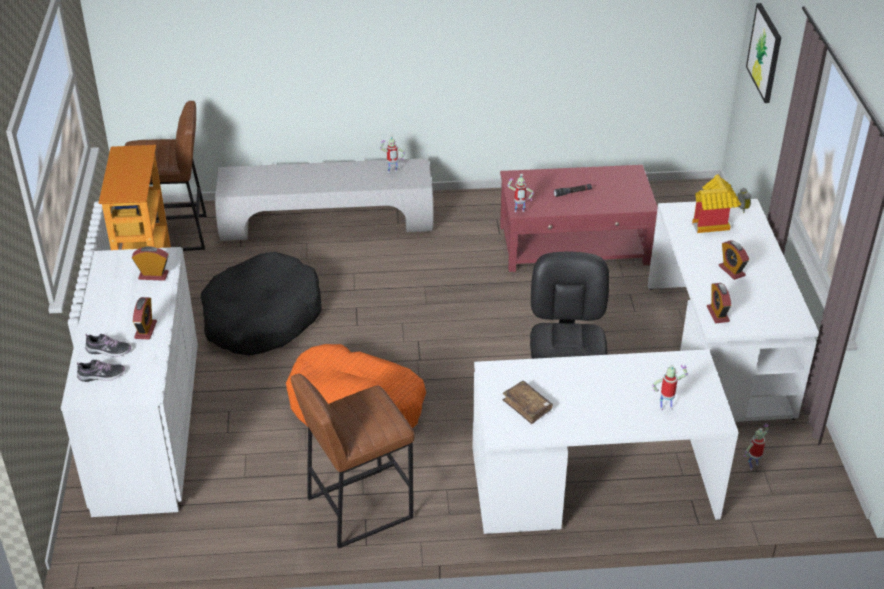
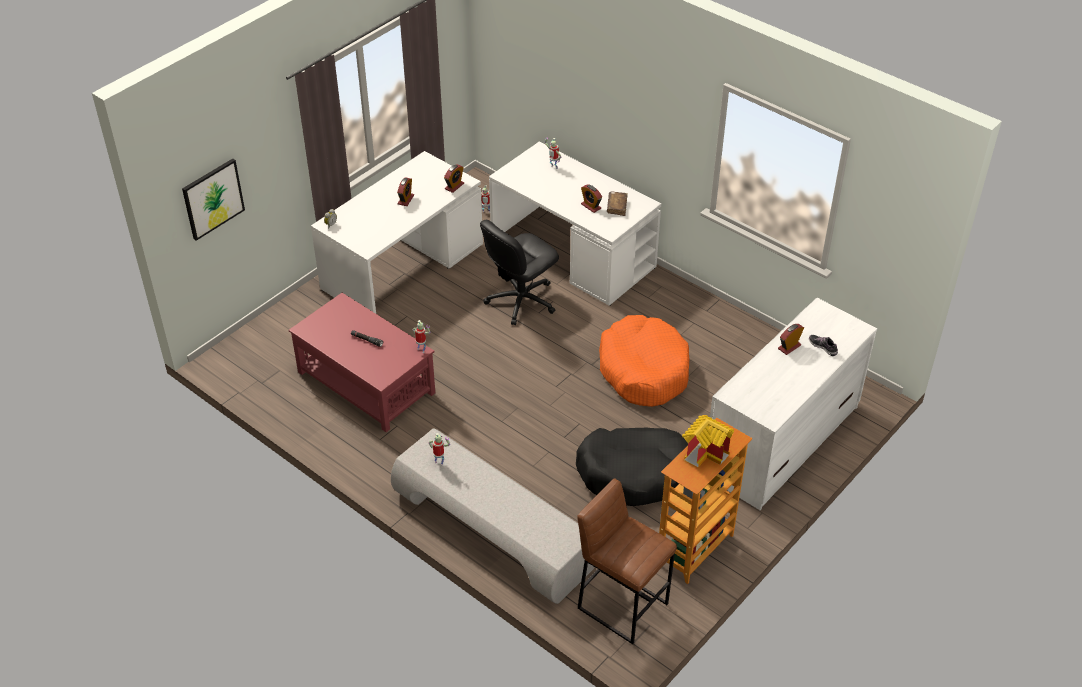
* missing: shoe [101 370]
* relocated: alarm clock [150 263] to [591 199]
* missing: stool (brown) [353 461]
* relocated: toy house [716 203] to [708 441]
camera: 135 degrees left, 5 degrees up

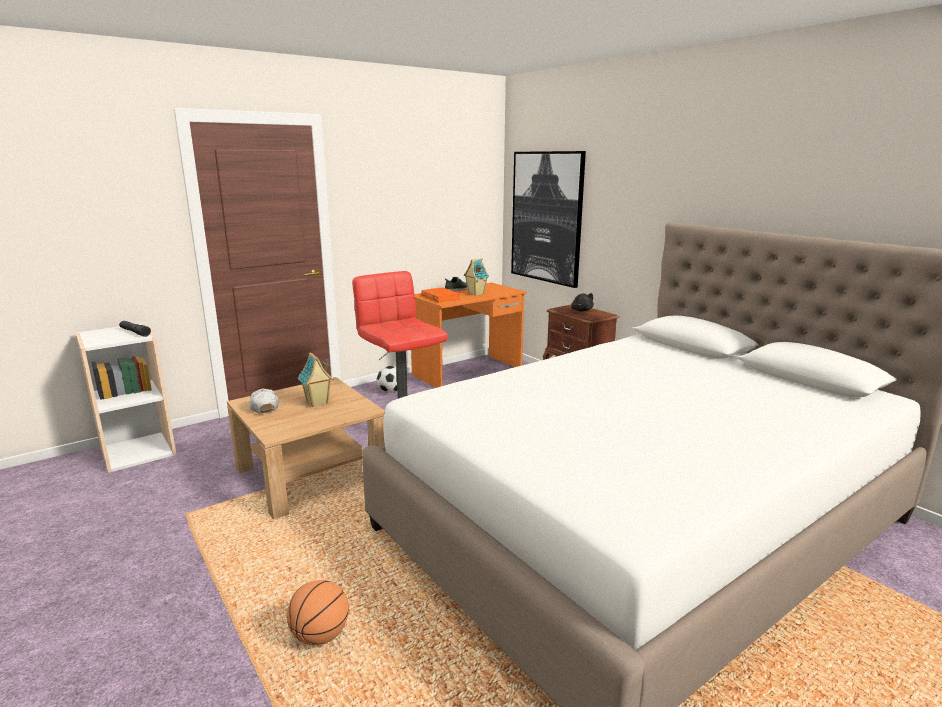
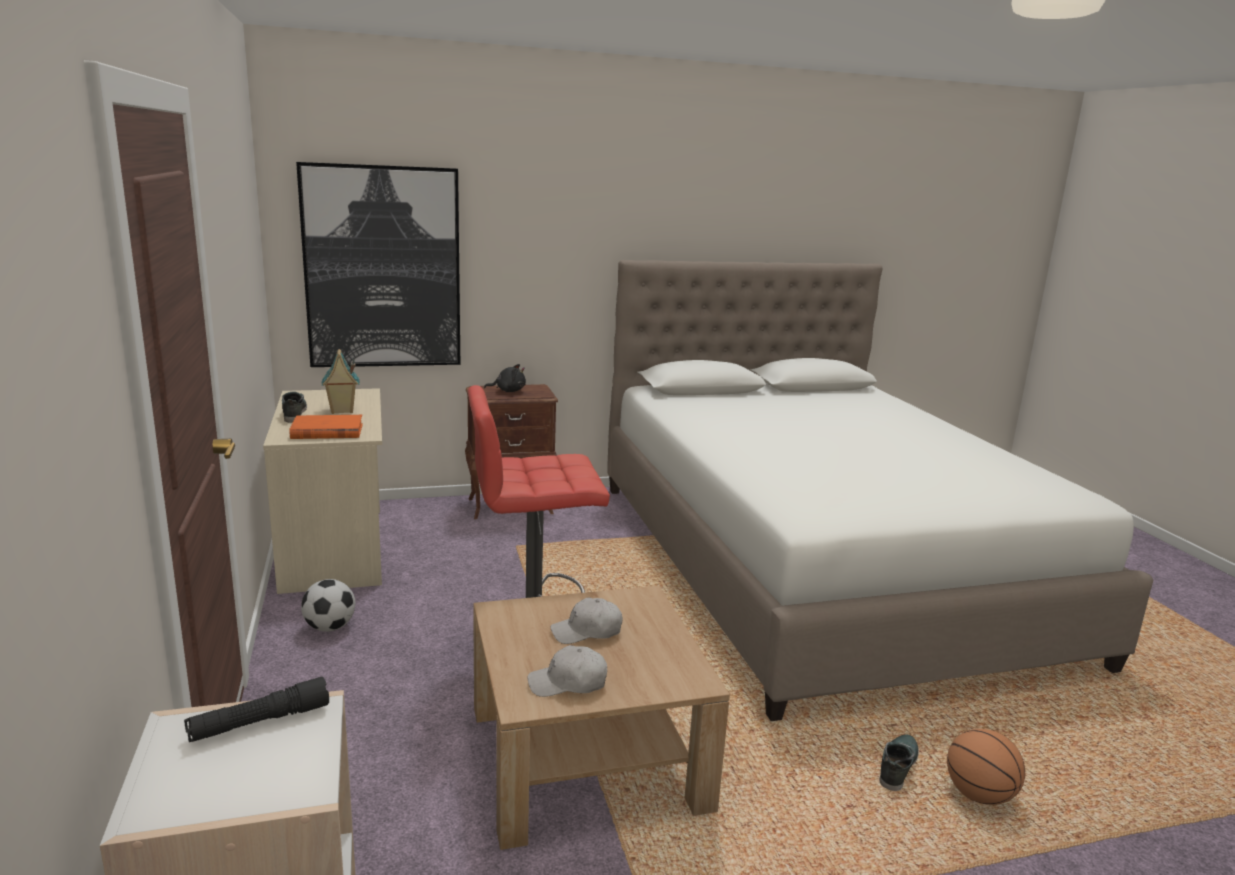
* exchanged: toy house [316 379] to cap (white) [586 620]
* colour: desk (orange) [469 335] to desk (beige) [322 491]
* appeared: shoe [899 762]
camera: 70 degrees left, 0 degrees up

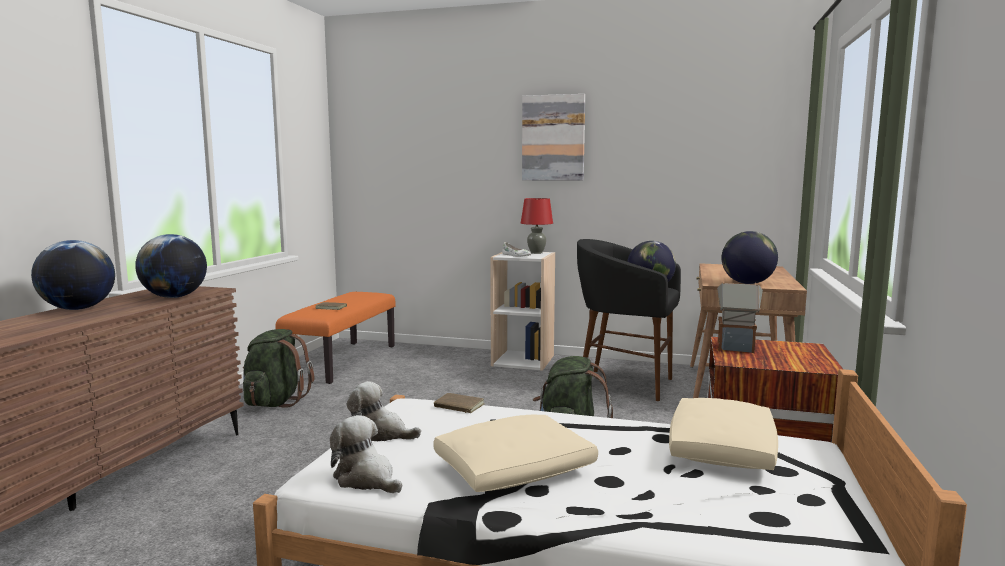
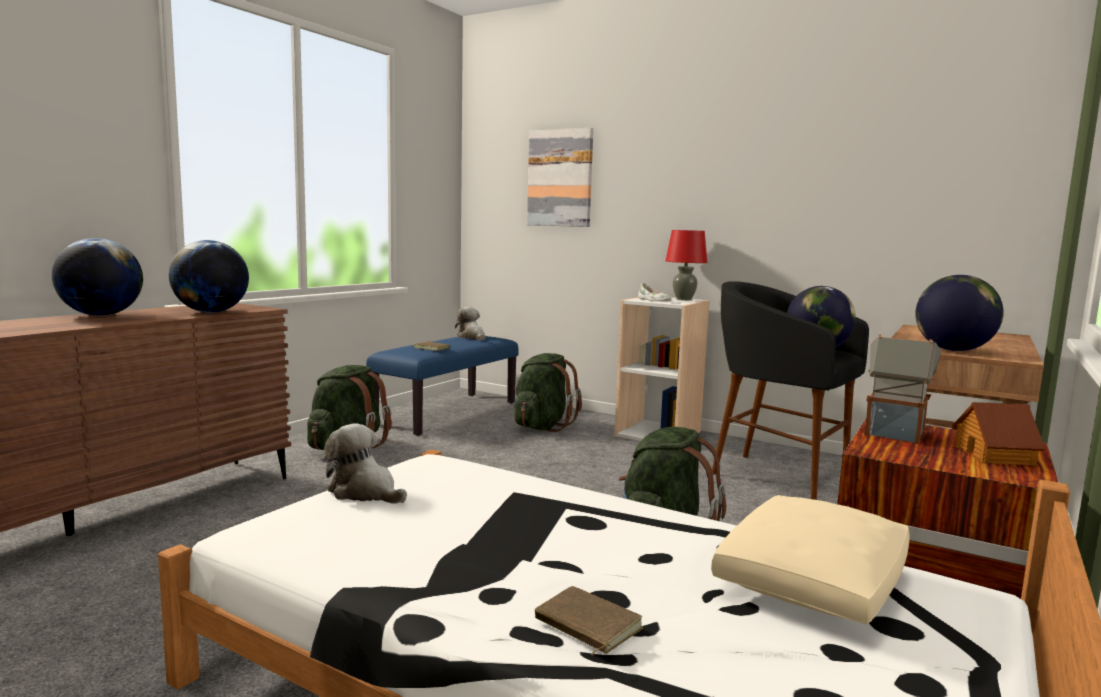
* colour: bench (orange) [335 338] to bench (blue) [442 386]
* relocated: plush toy [366 454] to [470 323]
* missing: pillow (beige) [515 453]
* relocated: book (brown) [459 403] to [589 620]
* relocated: picture [553 137] to [560 177]
* appeared: backpack (green) [548 392]
* appeared: toy house [998 434]
camera: 15 degrees right, 0 degrees up

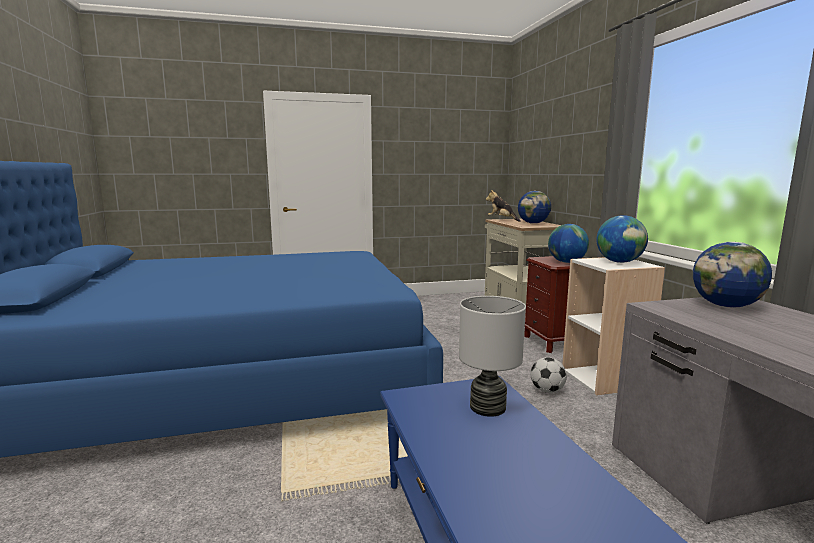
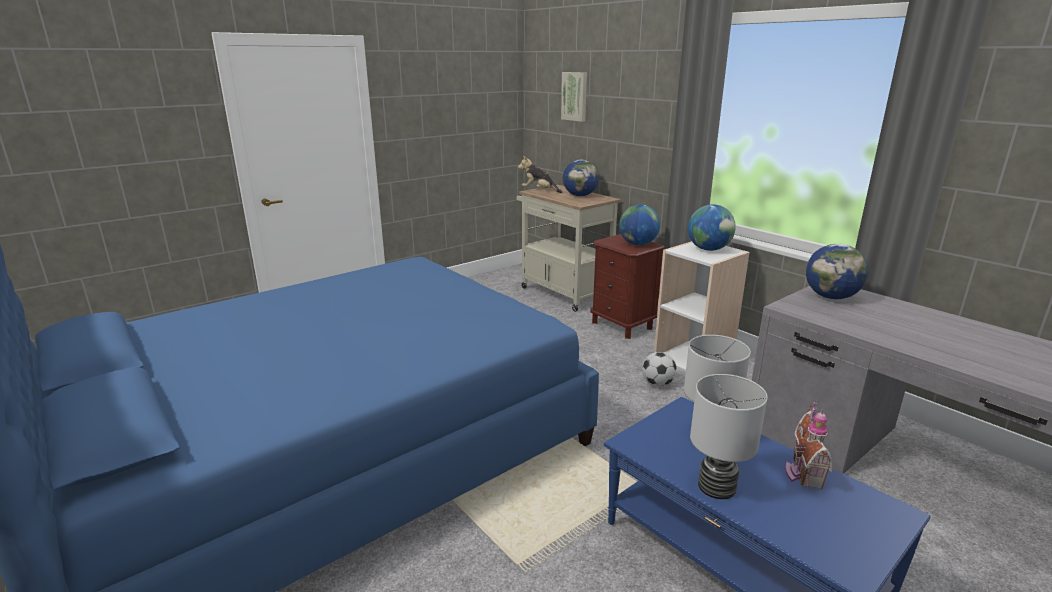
* appeared: picture [574 97]
* appeared: table lamp (grey) [729 436]
* appeared: toy house [809 445]
camera: 25 degrees left, 10 degrees up

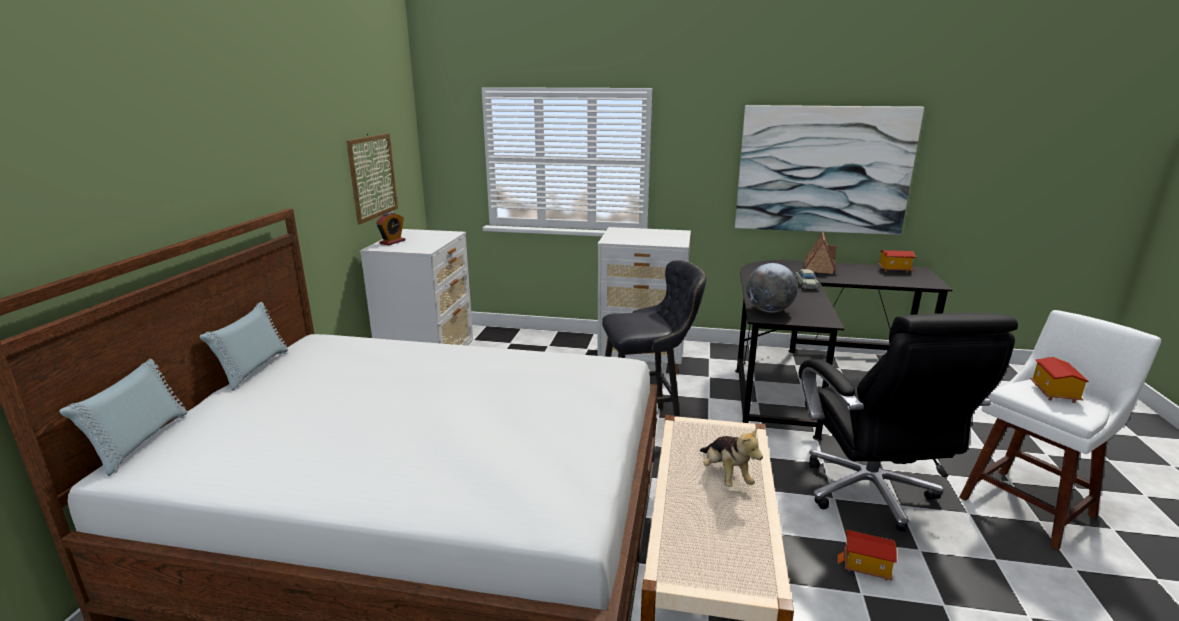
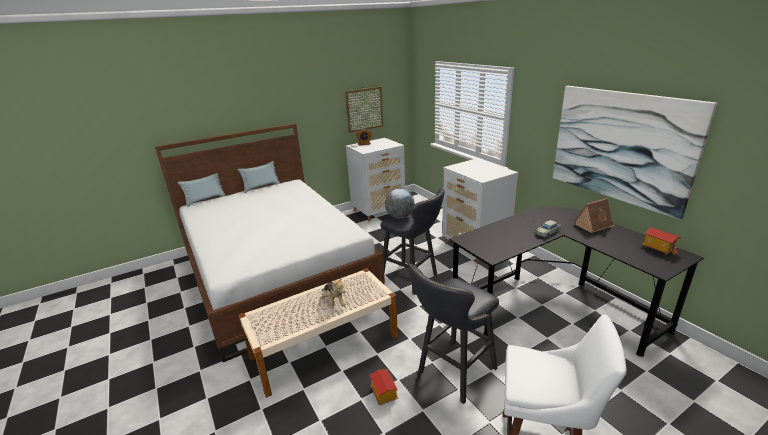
* spun: plush toy [731 457] = [333 293] 60 degrees counterclockwise
* relocated: globe [772 288] to [400 204]
* exchanged: office chair (black) [908 423] to stool (black) [453 334]
* missing: toy house [1059 380]
camera: 50 degrees right, 5 degrees up

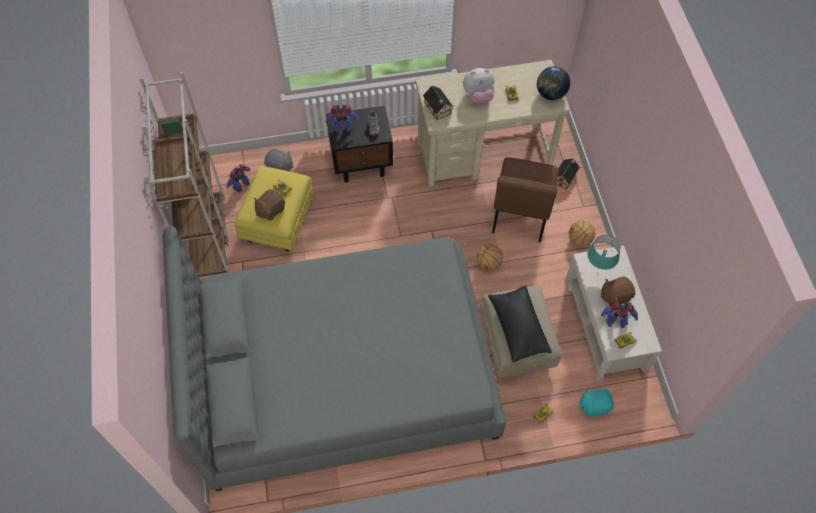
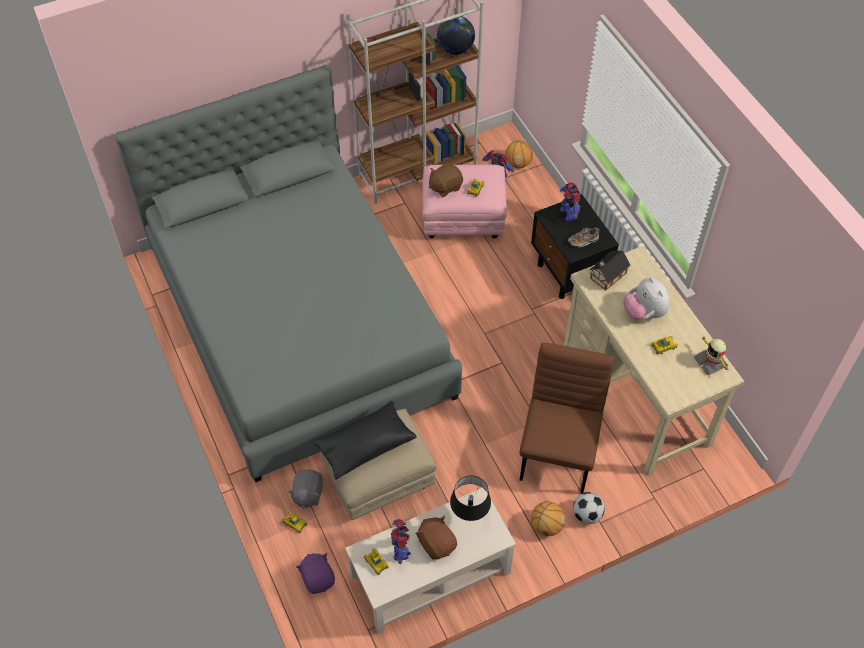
* colour: ottoman (yellow) [274 208] to ottoman (pink) [465 201]
* spun: plush toy (brown) [269 205] = [446 180] 60 degrees counterclockwise
* relocated: plush toy (grey) [278 160] to [306 489]
* relocated: basketball [490 257] to [519 154]
* spun: chair (brown) [525 200] = [567 418] 105 degrees clockwise
* relocated: globe [553 83] to [456 35]
* missing: toy house [568 174]
* colour: plush toy (turquoise) [596 403] to plush toy (purple) [315 573]
* colour: table lamp (turquoise) [604 252] to table lamp (black) [470 498]
* appeared: football [589 508]
* appeared: toy robot [712 356]
camera: 75 degrees right, 5 degrees down

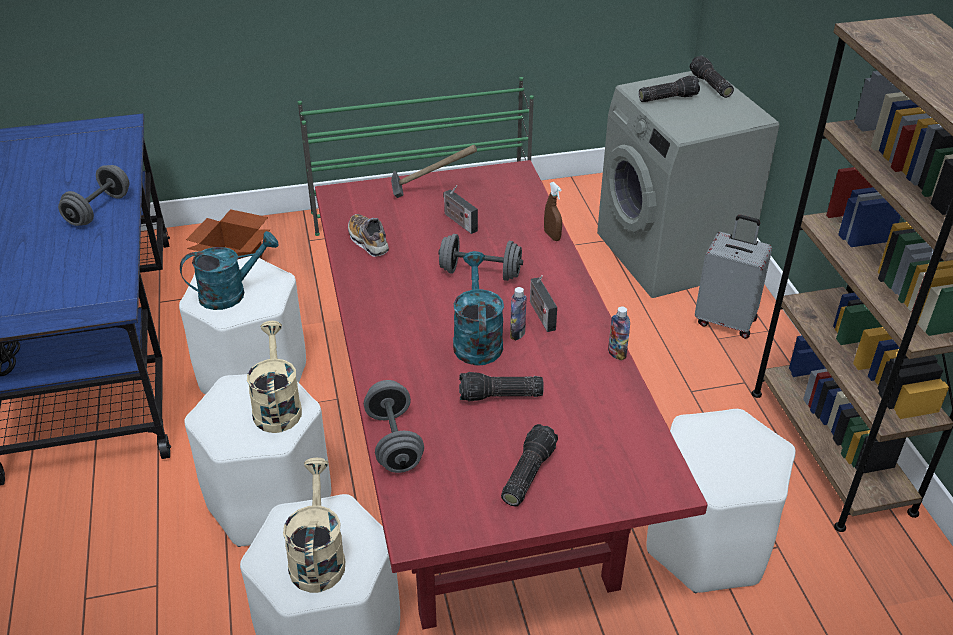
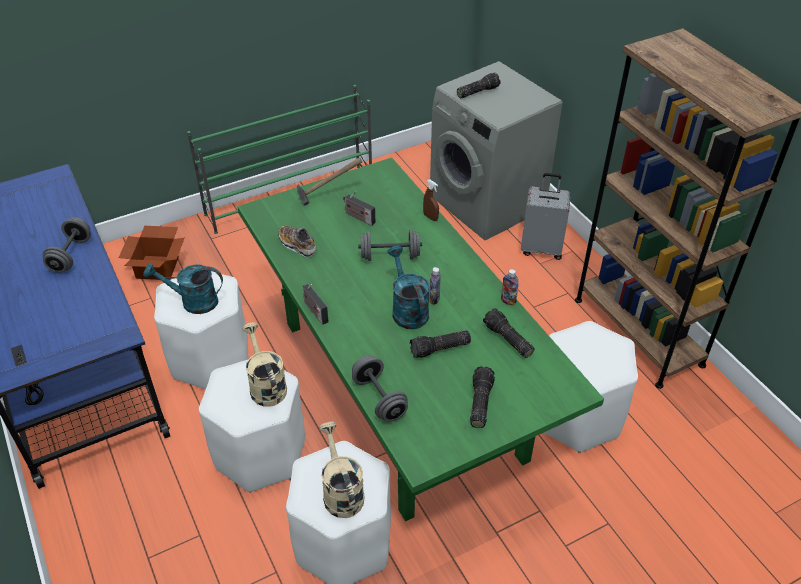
* spun: watering can (turquoise) [229 270] = [183 288] 135 degrees counterclockwise
* colour: dining table (red) [511 395] to dining table (green) [420 339]
* relocated: radio [543 303] to [316 304]
* relocated: flashlight [712 76] to [509 333]
camera: 15 degrees left, 5 degrees up

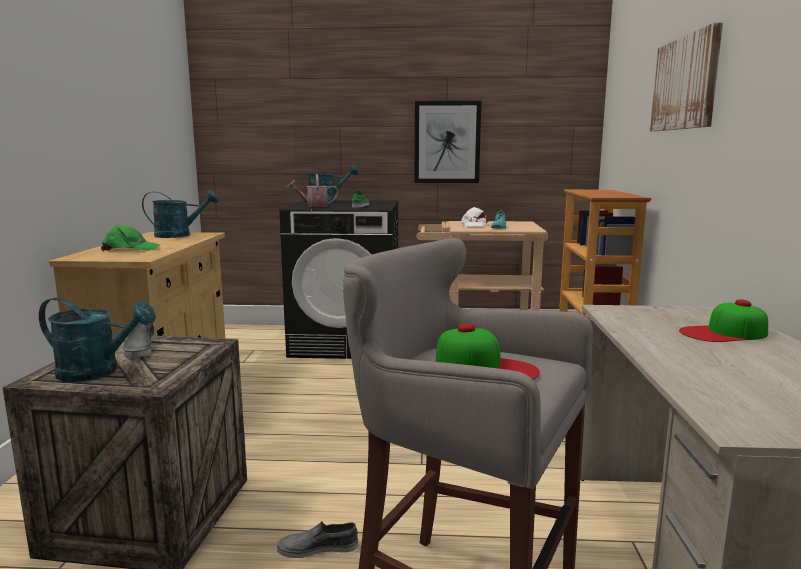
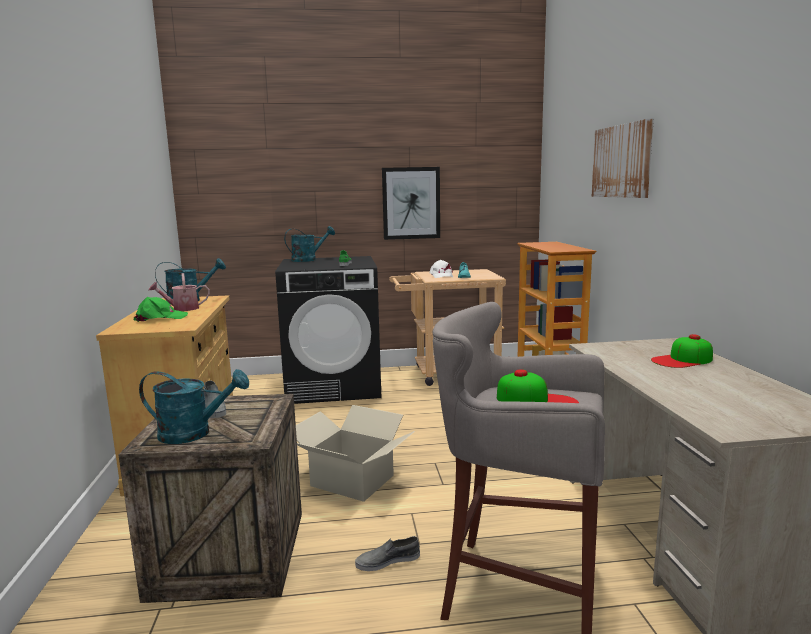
* relocated: watering can [313 190] to [179 292]
* appeared: cardboard box [355 453]
camera: 10 degrees left, 0 degrees up

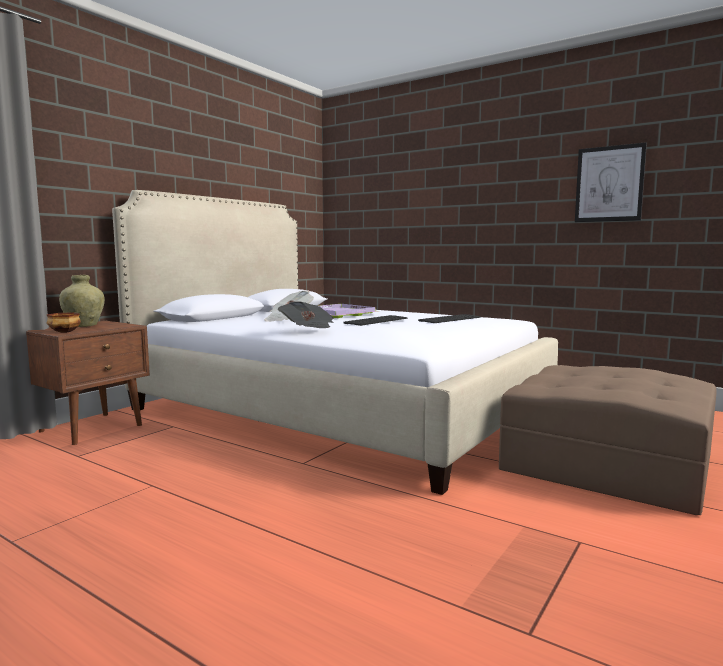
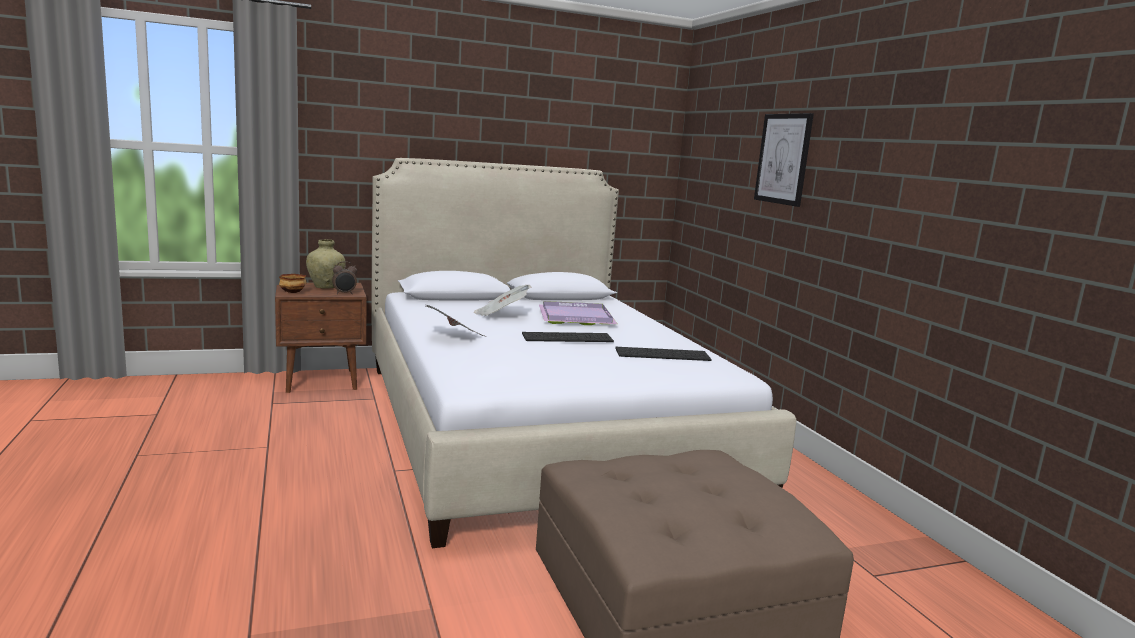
* relocated: picture [611 182] to [784 160]
* appeared: alarm clock [344 277]
camera: 35 degrees right, 5 degrees up

